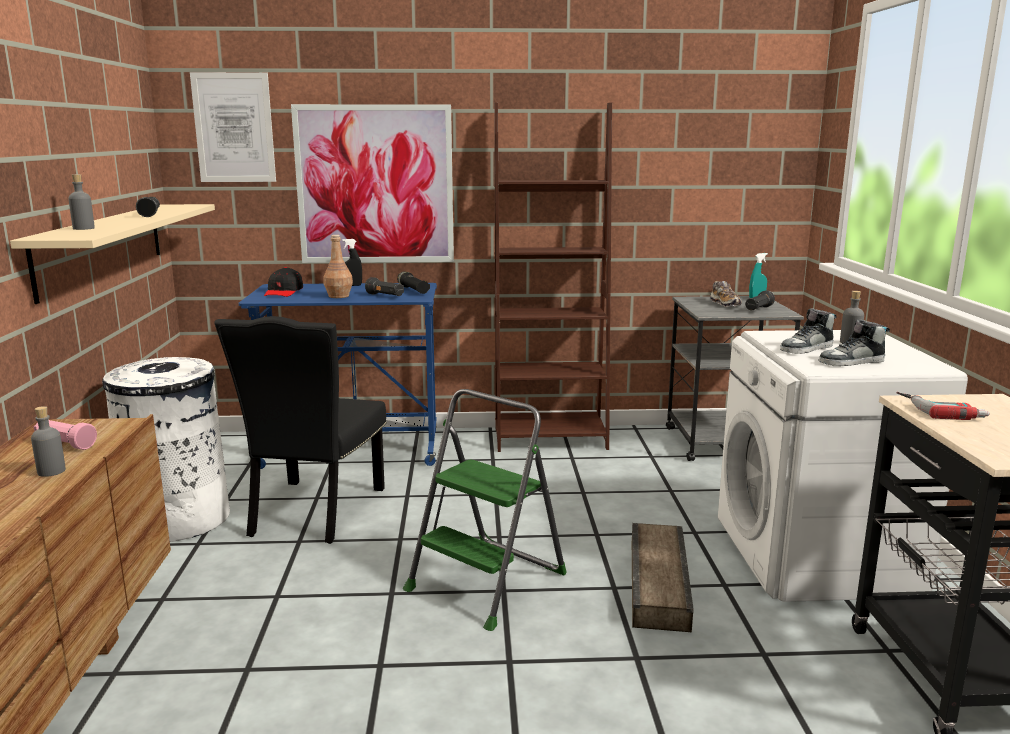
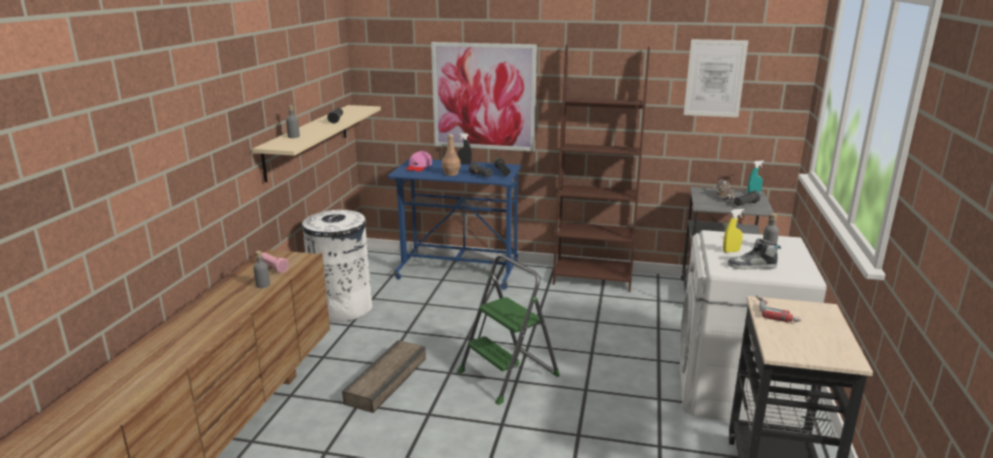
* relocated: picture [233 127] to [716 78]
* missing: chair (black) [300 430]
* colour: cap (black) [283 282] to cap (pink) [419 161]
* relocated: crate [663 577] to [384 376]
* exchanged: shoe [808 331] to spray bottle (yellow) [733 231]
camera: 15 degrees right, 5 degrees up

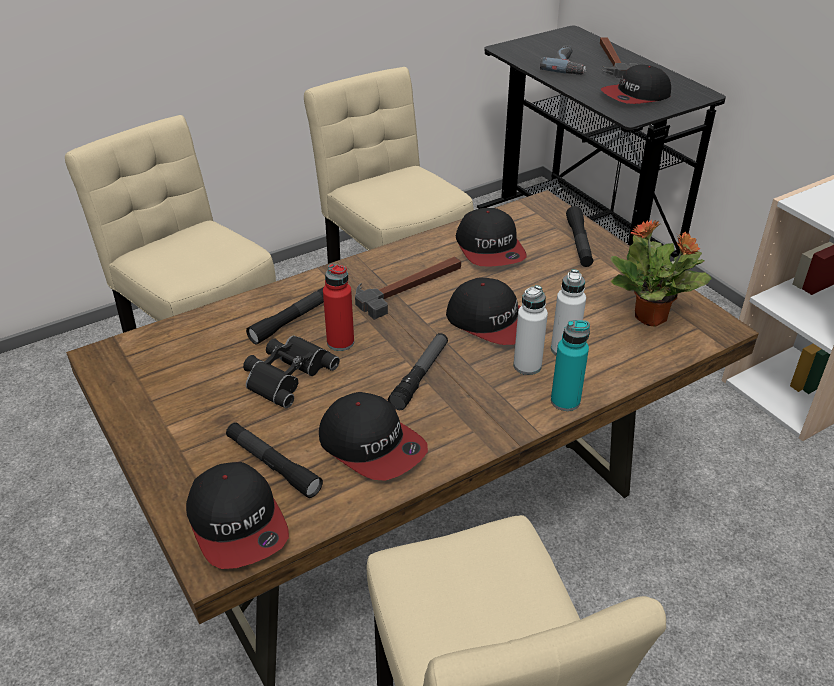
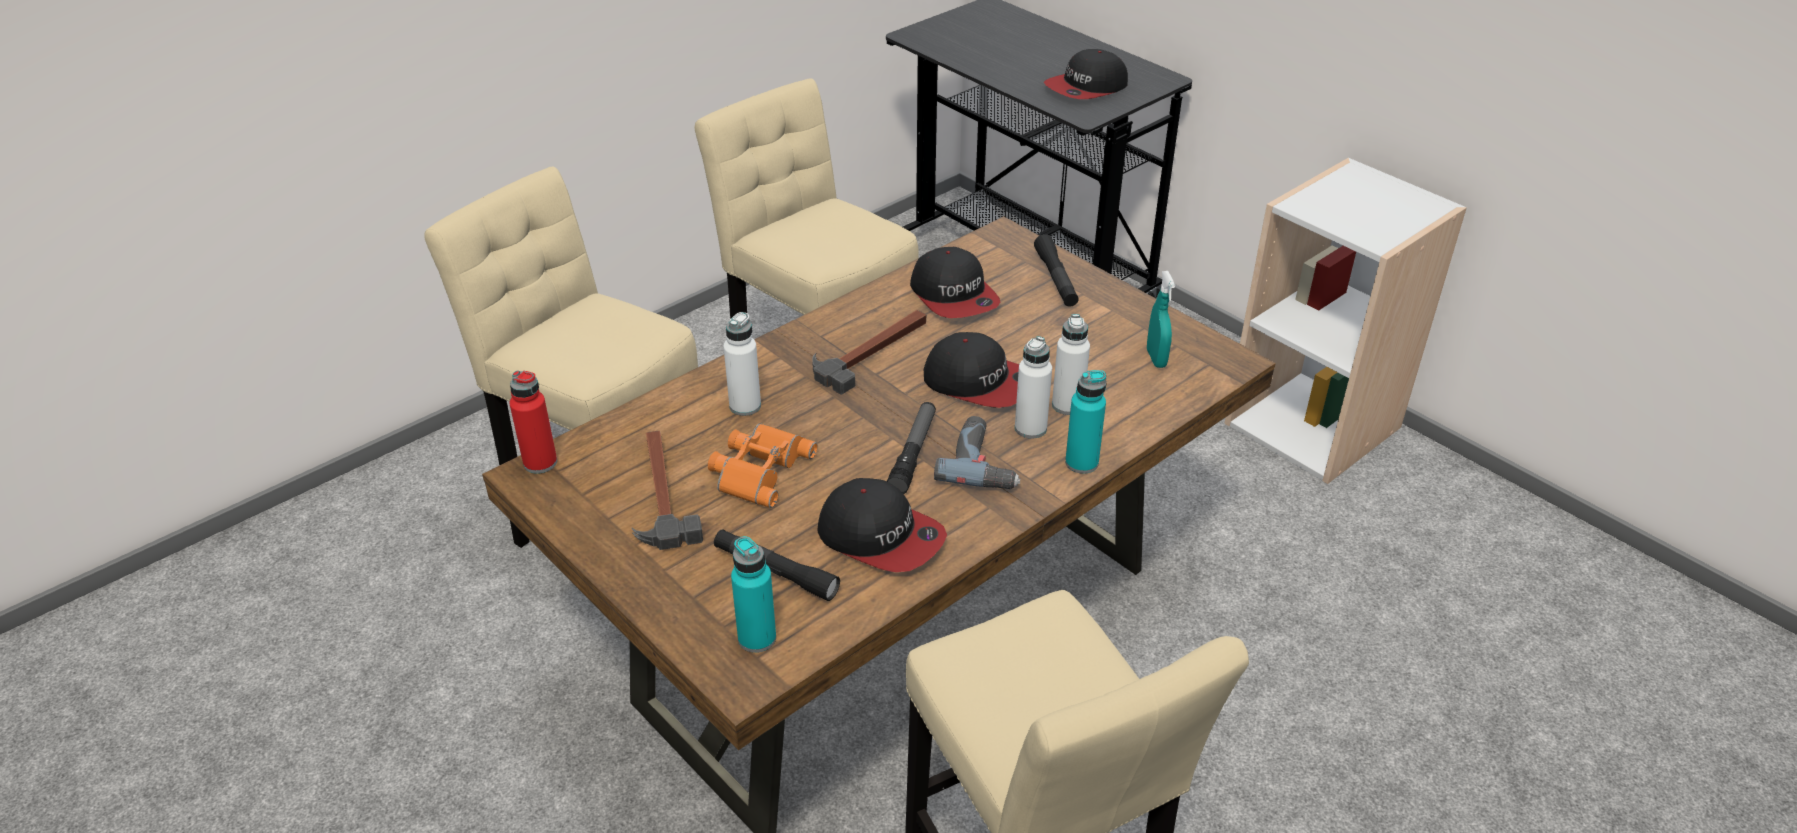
* exchanged: cap [237 515] to bottle (turquoise) [753 594]
* colour: binoculars (black) [291 372] to binoculars (orange) [763 465]
* exchanged: flashlight (black) [285 316] to bottle (white) [742 364]
* relocated: bottle (red) [338 307] to [533 422]
* relocated: power drill [563 60] to [977 452]
* relocated: hammer [619 57] to [667 490]
* exchanged: potted plant [660 273] to spray bottle (turquoise) [1161 319]
camera: 10 degrees left, 0 degrees up

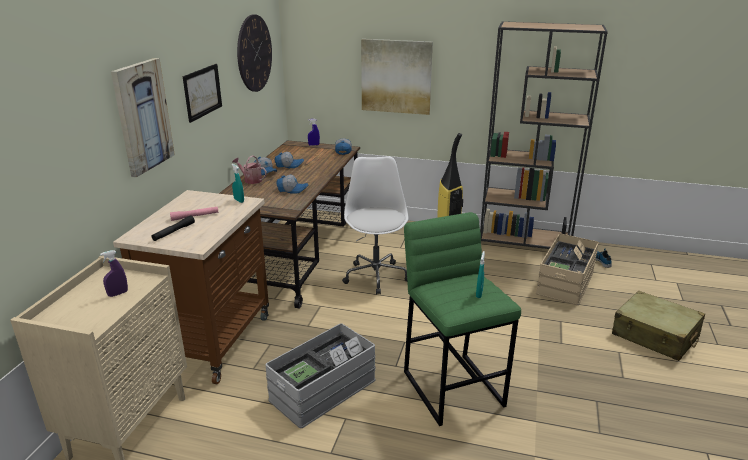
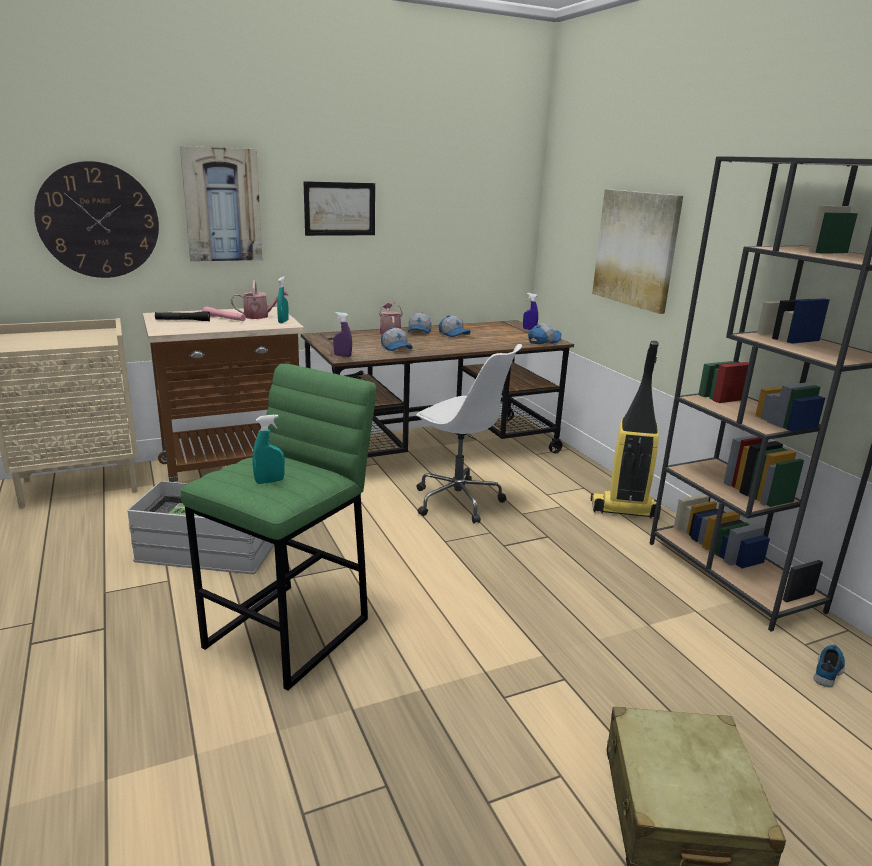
* relocated: spray bottle (purple) [114 273] to [342 334]
* relocated: wall clock [254 53] to [96 219]
* spun: office chair (white) [375 225] = [469 433] 75 degrees clockwise
* missing: storage box (beige) [567 269]
* appeared: watering can [259 299]
camera: 50 degrees right, 5 degrees down

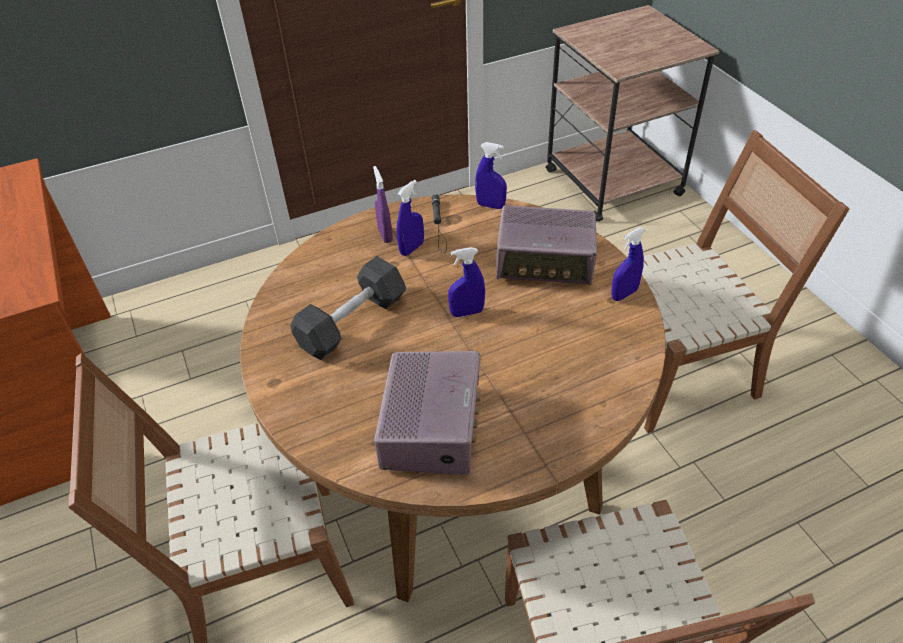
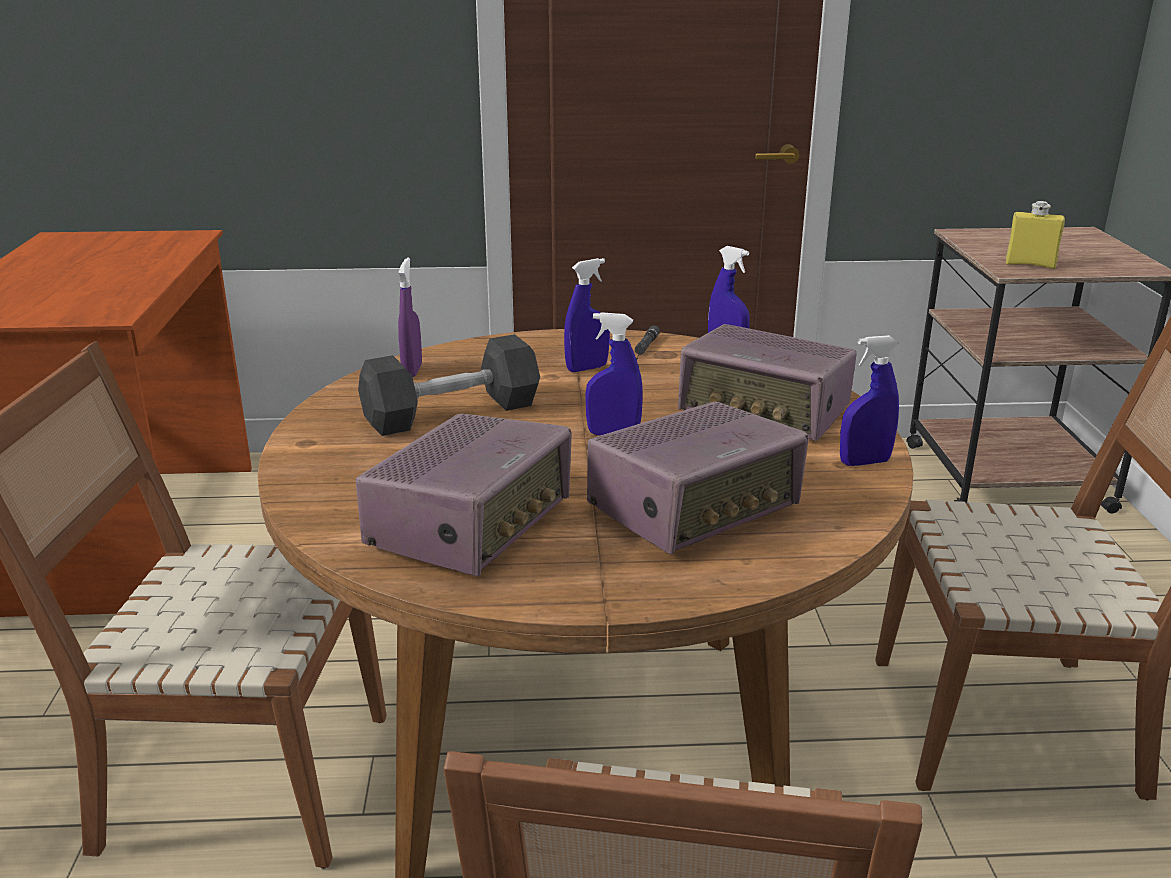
* relocated: spray bottle (purple) [383 204] to [410 317]
* appeared: radio [698 478]
* appeared: bottle (yellow) [1035 235]
camera: 20 degrees right, 20 degrees down

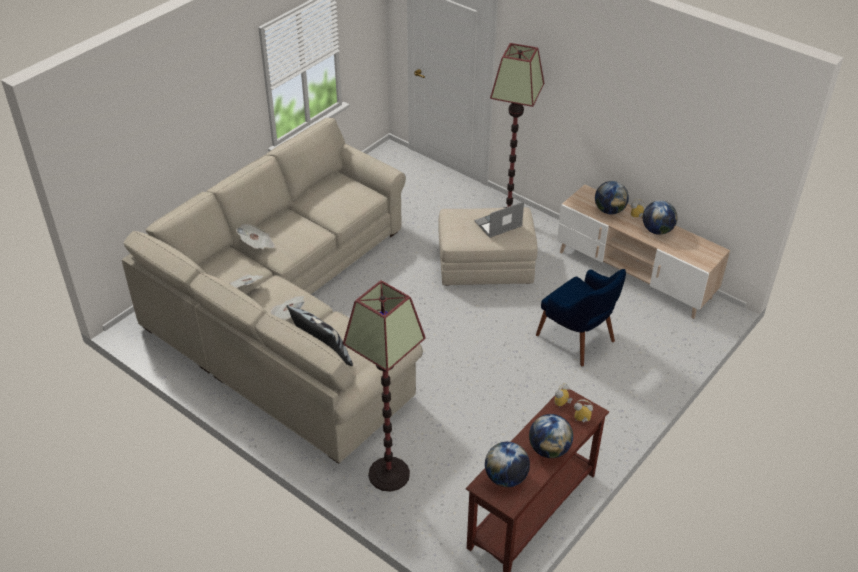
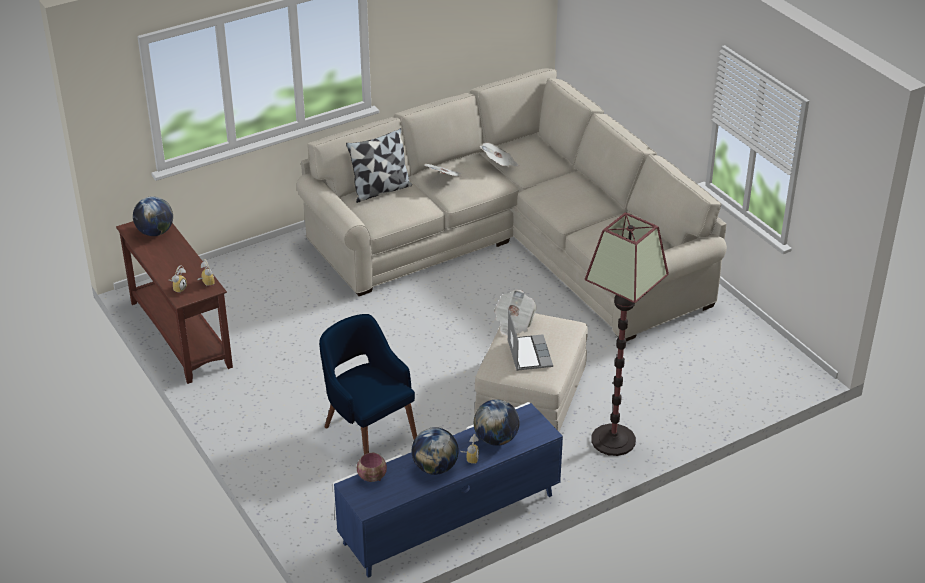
* relocated: newspaper [255 236] to [515 312]
* missing: floor lamp [384 386]
* missing: globe [551 436]
* spun: armchair (blue) [581 317] = [368 384] 75 degrees clockwise
* colour: tv stand (beige) [643 251] to tv stand (blue) [448 490]
* appeared: bowl [372 467]
camera: 110 degrees right, 5 degrees down

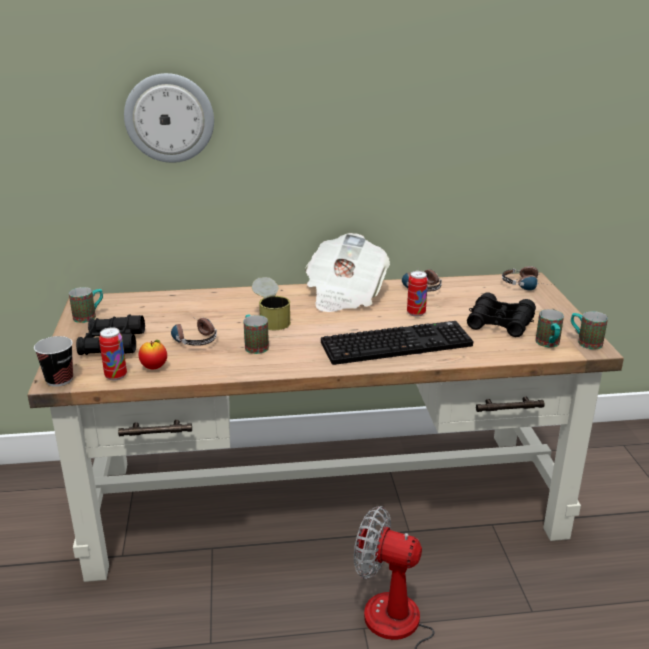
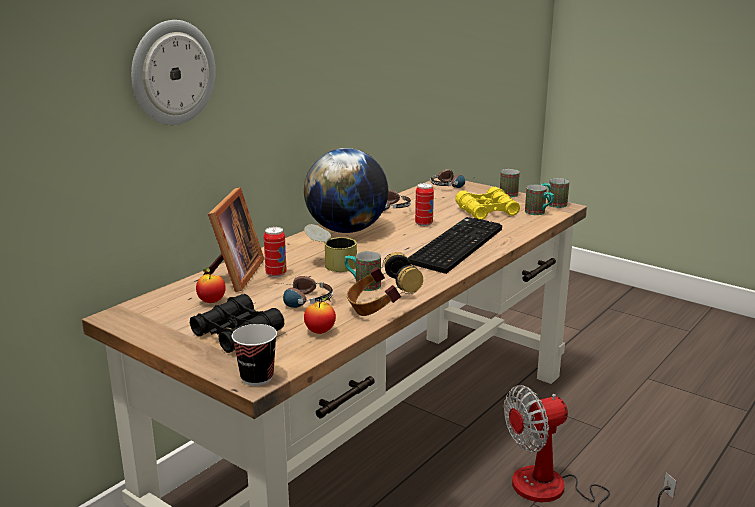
* relocated: mug [86 305] to [510 183]
* relocated: can [113 353] to [275 252]
* exchanged: newspaper [347 272] to globe [346 190]
* colour: binoculars (black) [501 314] to binoculars (yellow) [487 203]
* appeared: apple [211 285]
* appeared: picture frame [233 239]
* appeared: headphones [385 284]
camera: 45 degrees left, 5 degrees down

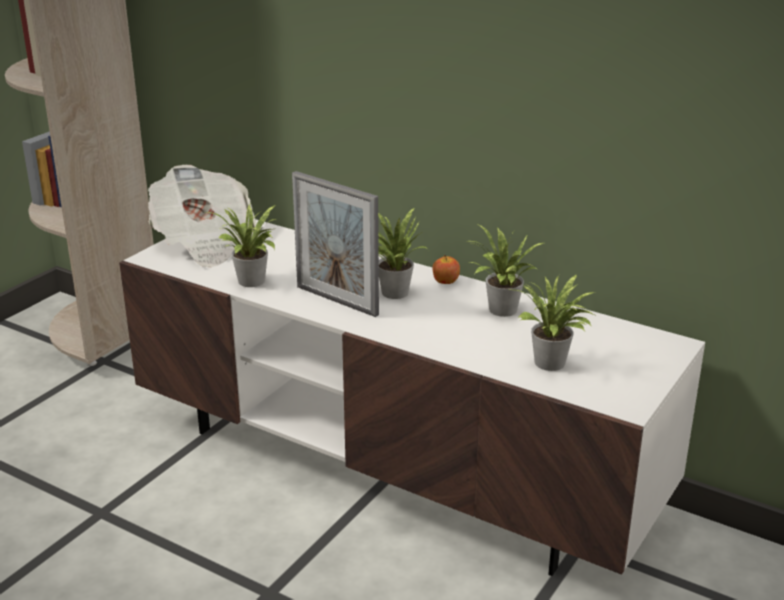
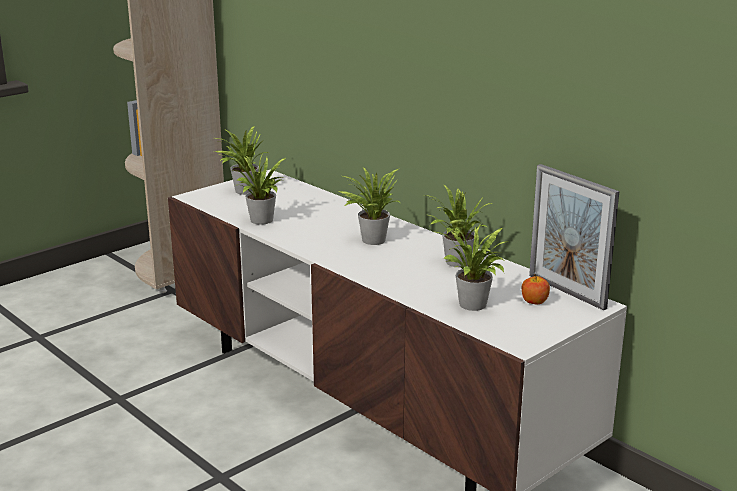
* exchanged: newspaper [202 216] to potted plant [241 160]
* relocated: picture frame [335 244] to [574 237]
* relocated: apple [446 269] to [536 289]
camera: 15 degrees right, 5 degrees down

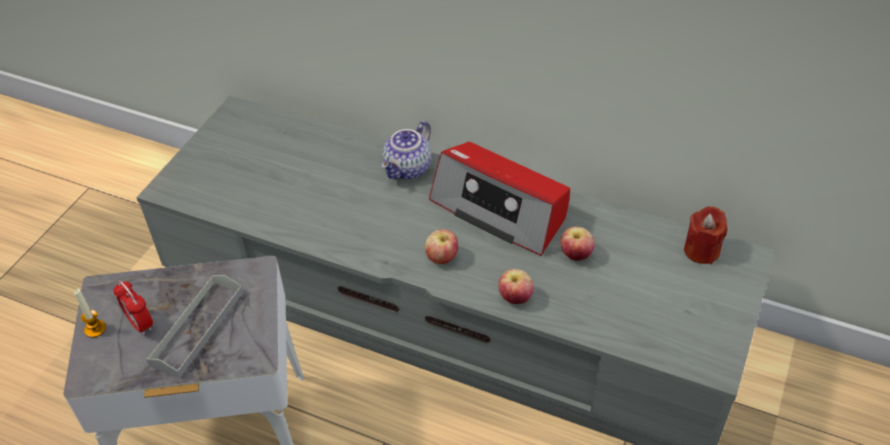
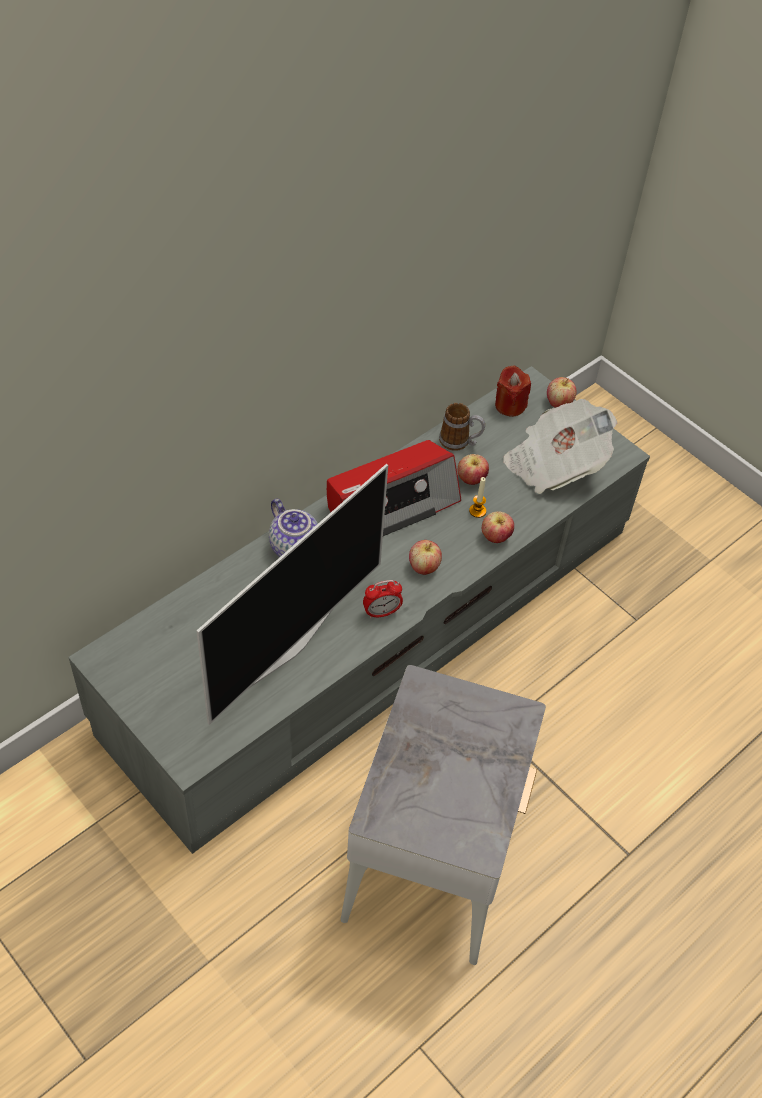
* relocated: candle [90 313] to [477 497]
* relocated: alarm clock [133 308] to [383 599]
* missing: tray (grey) [194 326]
* appeared: television [292 594]
* appeared: mug [462 427]
* appeared: newspaper [560 446]
* appeared: apple [562 392]
camera: 70 degrees left, 5 degrees up

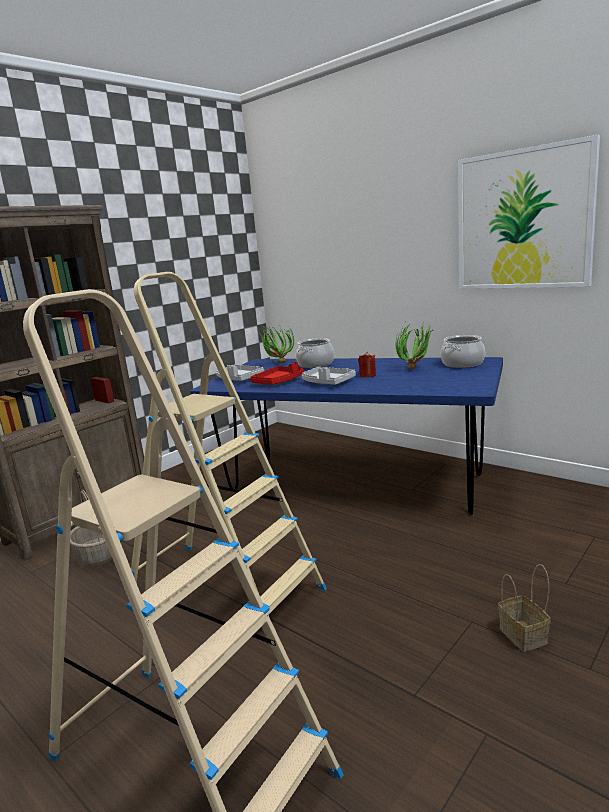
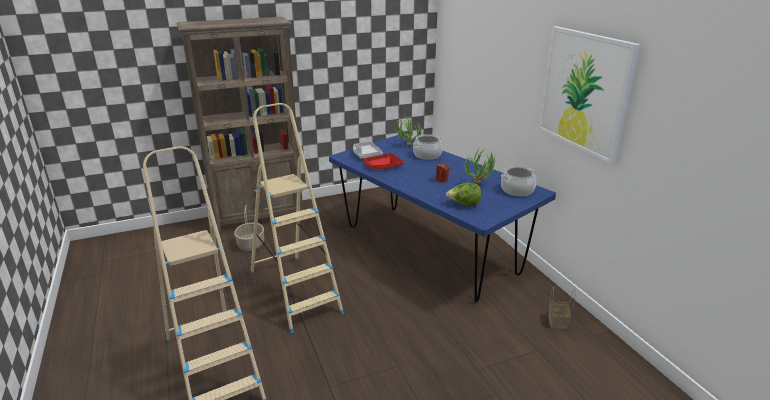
* missing: tray (grey) [329 376]
* relocated: basket [524 608] to [562 308]
* appeared: lettuce [463 194]
camera: 25 degrees right, 10 degrees up

